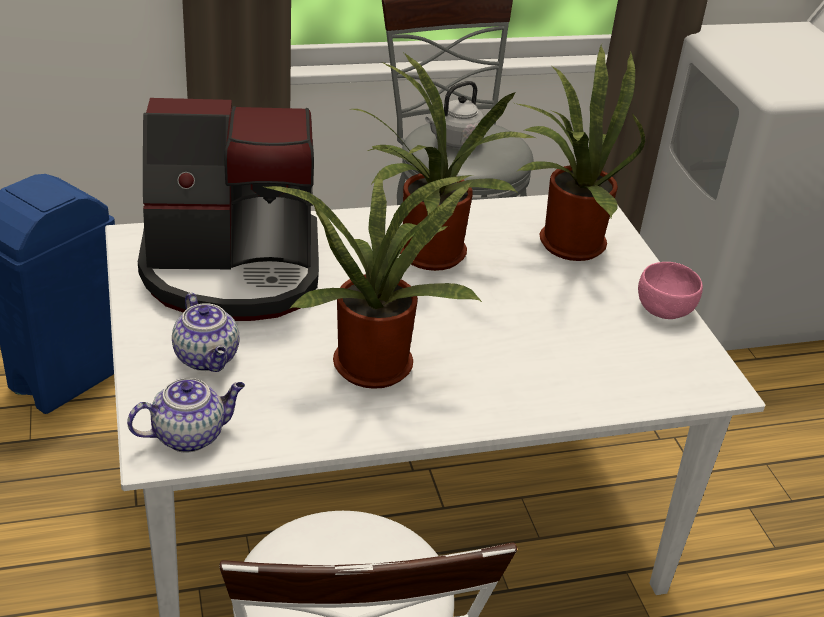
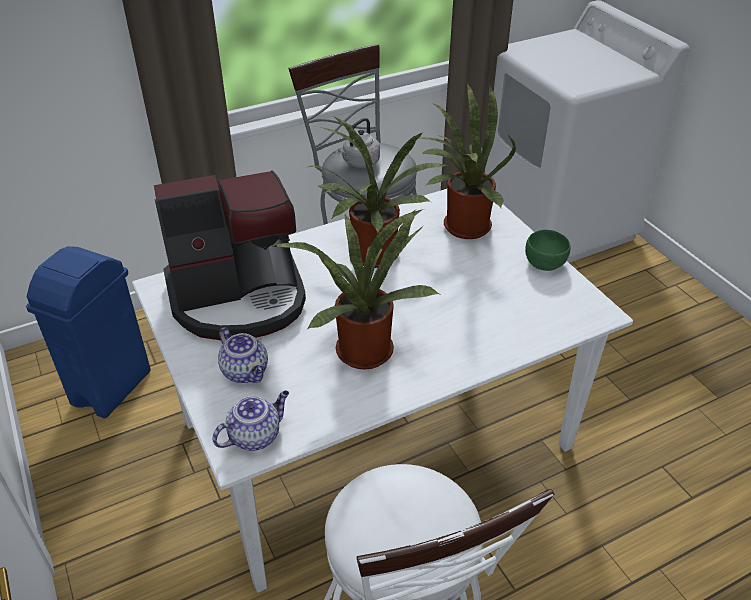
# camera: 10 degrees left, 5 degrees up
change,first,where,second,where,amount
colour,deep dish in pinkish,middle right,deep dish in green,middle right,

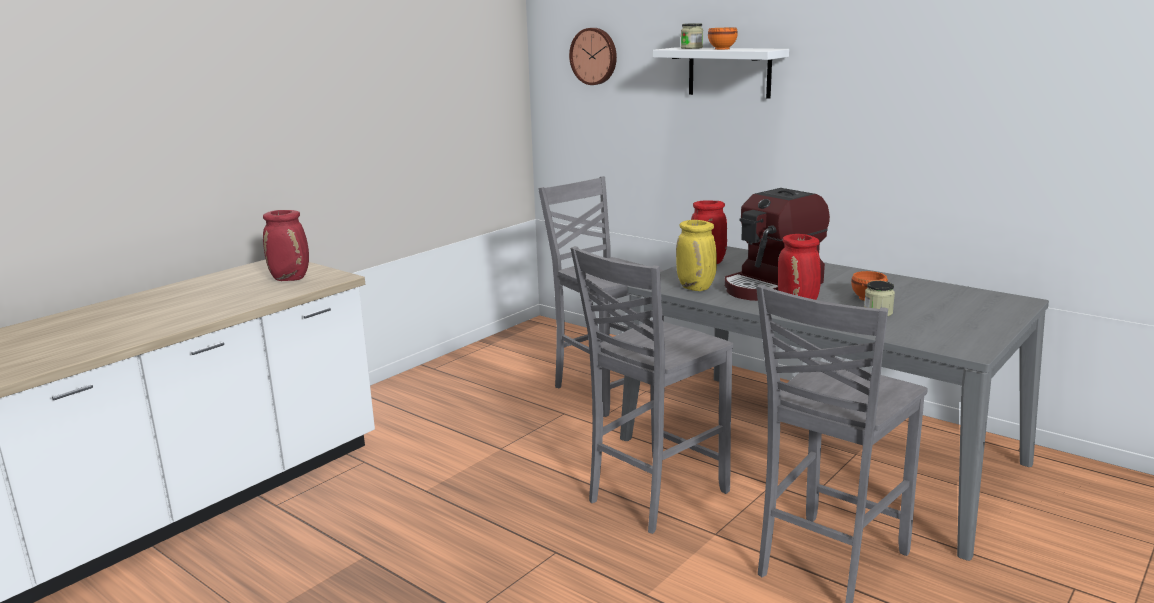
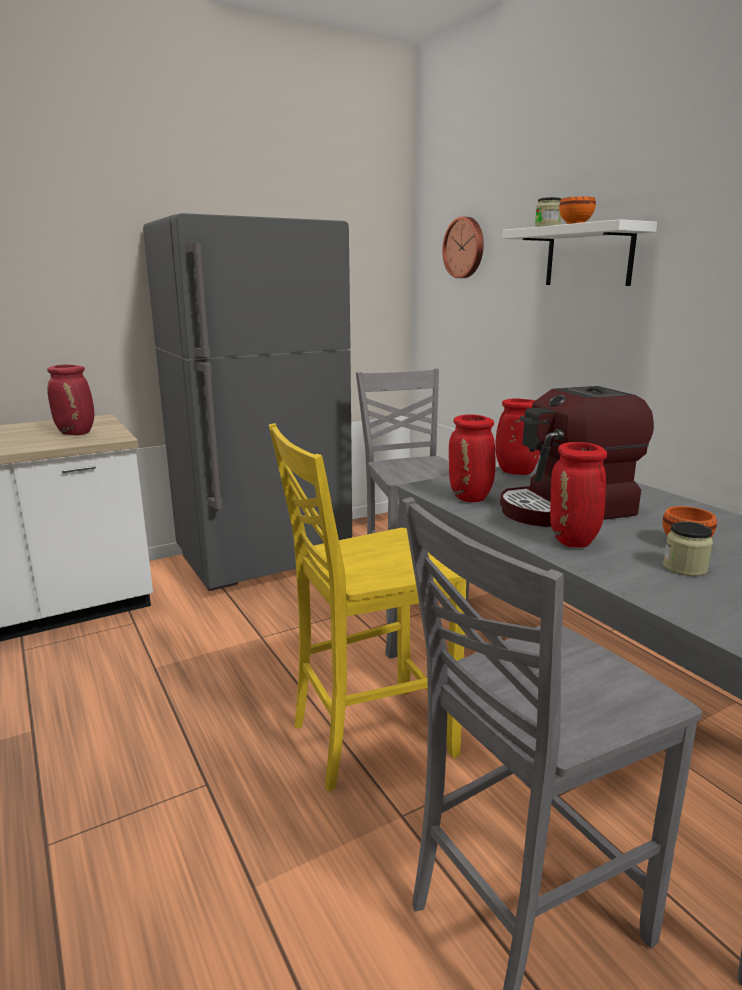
# camera: 20 degrees right, 0 degrees up
change,first,where,second,where,amount
colour,flower vase in yellow-coloured,centre,flower vase in reddish (no. 2 from left),centre,
colour,upright chair in gray (no. 2 from left),centre,upright chair in yellow-coloured,centre,
appeared,,,kitchen fridge in gray,middle left,

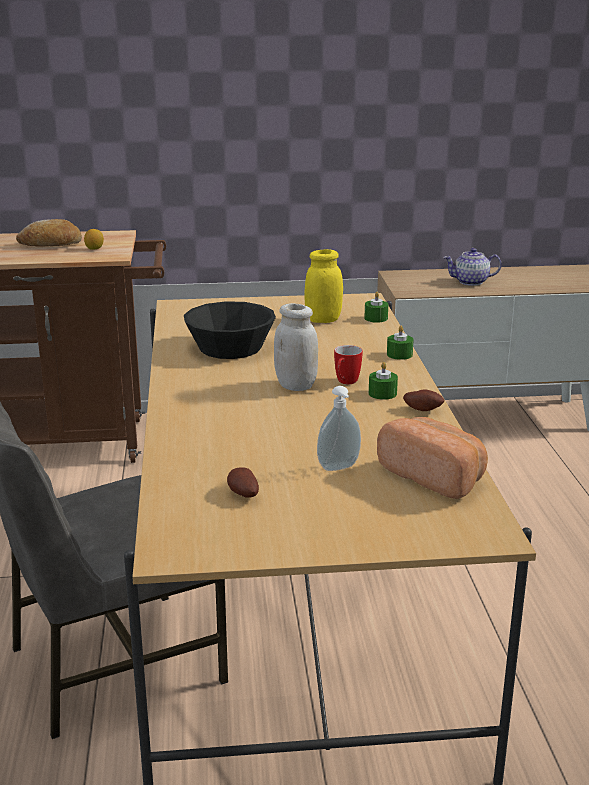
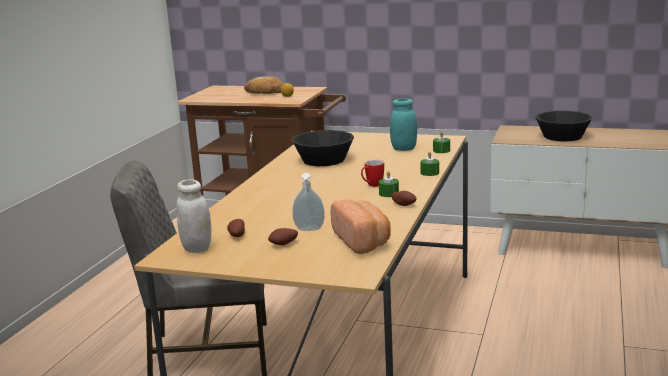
# camera: 25 degrees right, 5 degrees down
change,first,where,second,where,amount
exchanged,teapot,middle right,deep dish in black (no. 2 from left),middle right,
colour,jar in yellow-coloured,centre,jar in blue-green,top centre,
relocated,jar in white,centre,,middle left,
appeared,,,whole potato (no. 2 from left),centre,

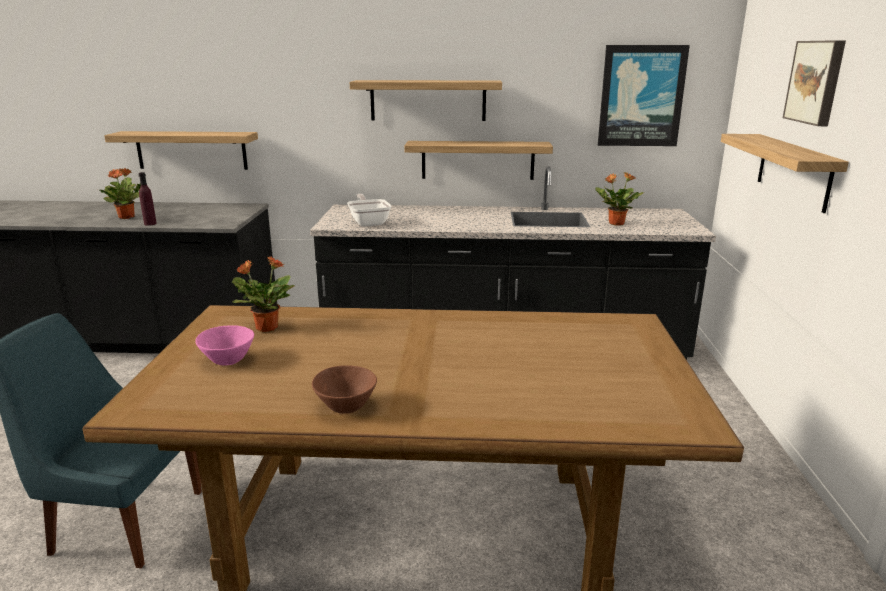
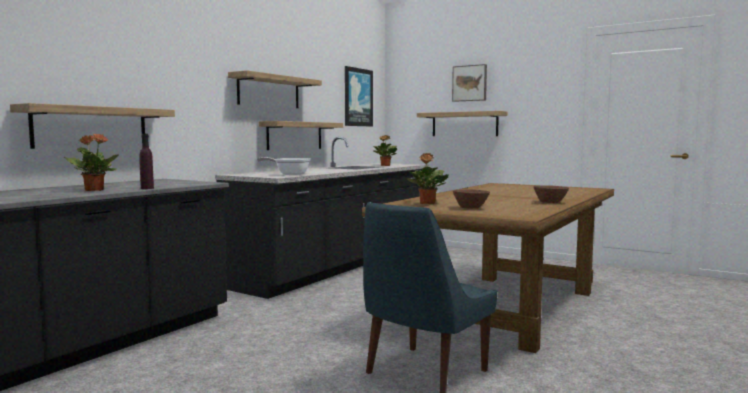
# camera: 60 degrees left, 15 degrees down
change,first,where,second,where,amount
colour,deep dish in pinkish,middle left,deep dish in brown (no. 1 from left),centre,

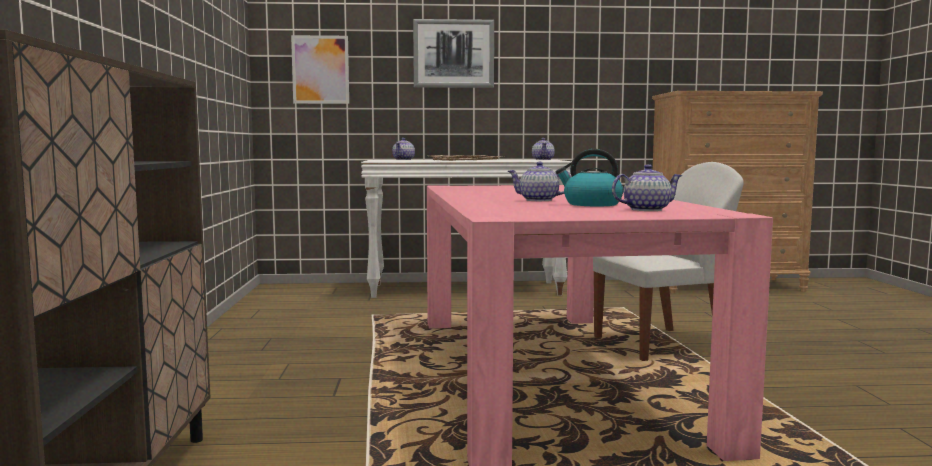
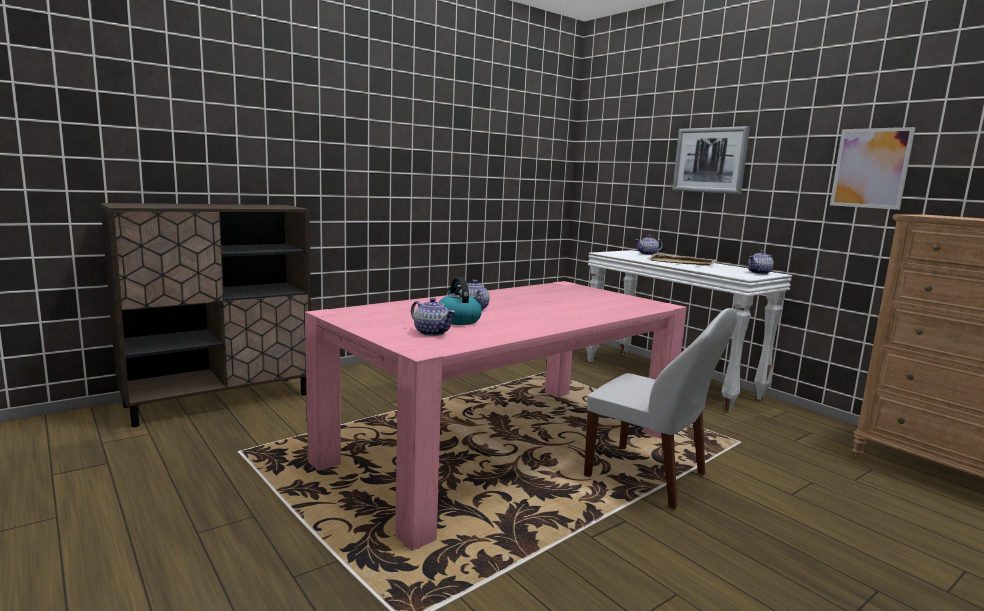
# camera: 55 degrees right, 5 degrees up
change,first,where,second,where,amount
relocated,wall art (no. 1 from left in the first image),top centre,wall art (no. 2 from left),top right,

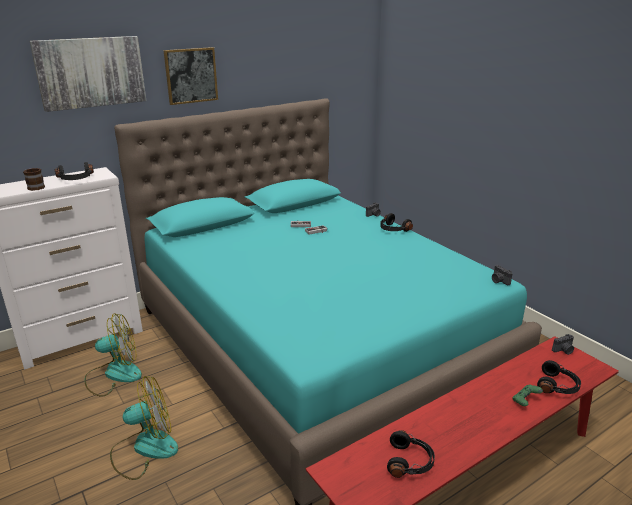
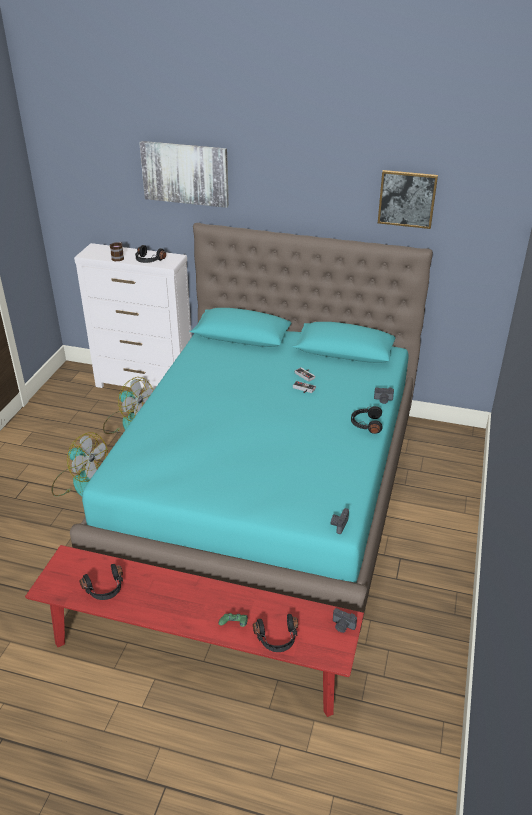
# camera: 50 degrees right, 10 degrees up
change,first,where,second,where,amount
relocated,wall art (no. 2 from left),top left,,top right,

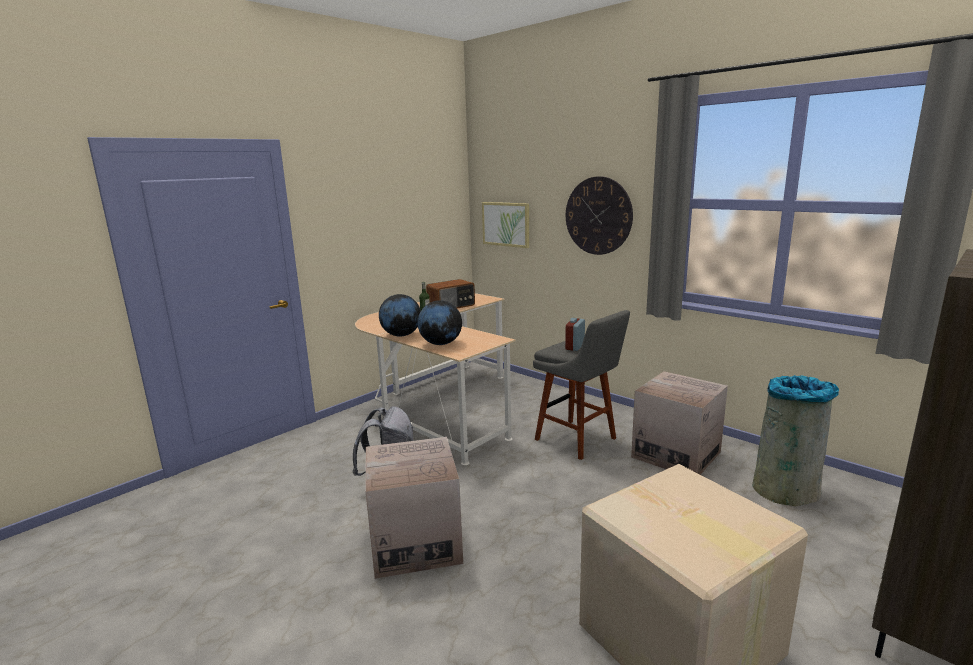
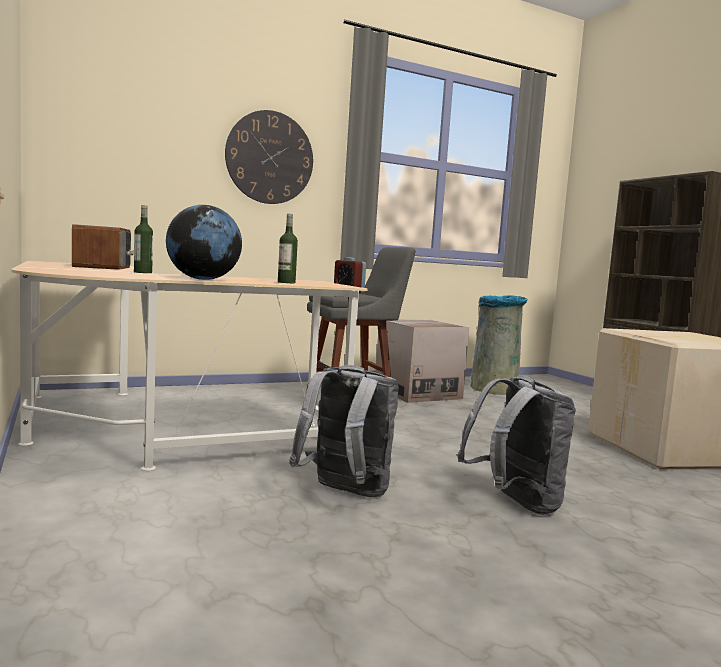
# camera: 70 degrees left, 10 degrees down
change,first,where,second,where,amount
missing,wall art,centre,,,
exchanged,world globe (no. 2 from left),centre,bottle (no. 2 from left),centre,
exchanged,cardboard box (no. 1 from left),bottom centre,knapsack in gray (no. 2 from left),bottom right,

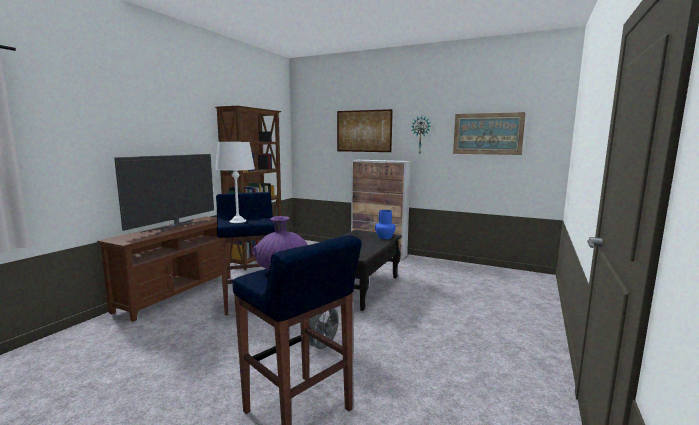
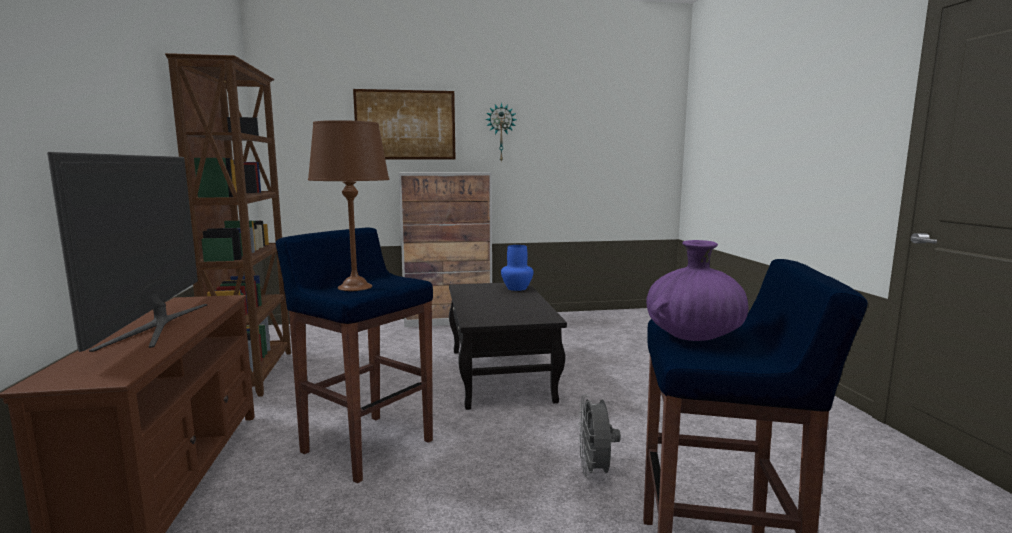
# camera: 35 degrees left, 0 degrees up
change,first,where,second,where,amount
missing,wall art (no. 2 from left),top right,,,
colour,table lamp in white,centre,table lamp in brown,centre,

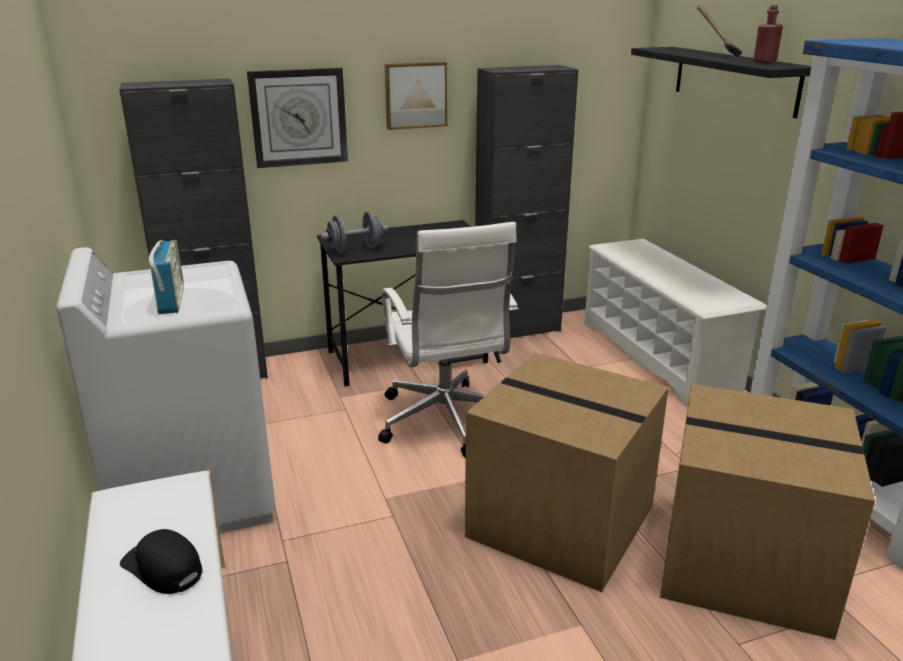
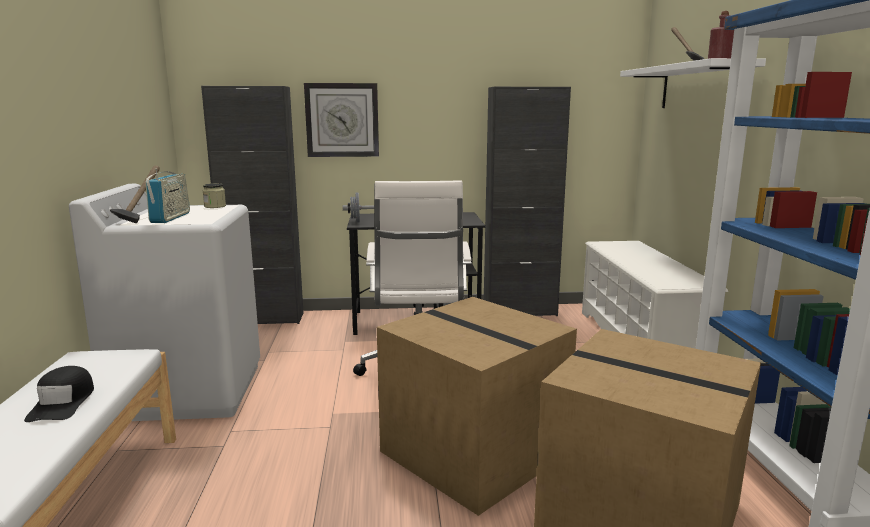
# camera: 15 degrees right, 10 degrees down
change,first,where,second,where,amount
colour,shelf in black,top right,shelf in white,top right,
missing,wall art,top centre,,,
spun,cap in black,bottom left,,bottom left,150 degrees counterclockwise
appeared,,,hand hammer (no. 1 from left),middle left,
appeared,,,jar,middle left,

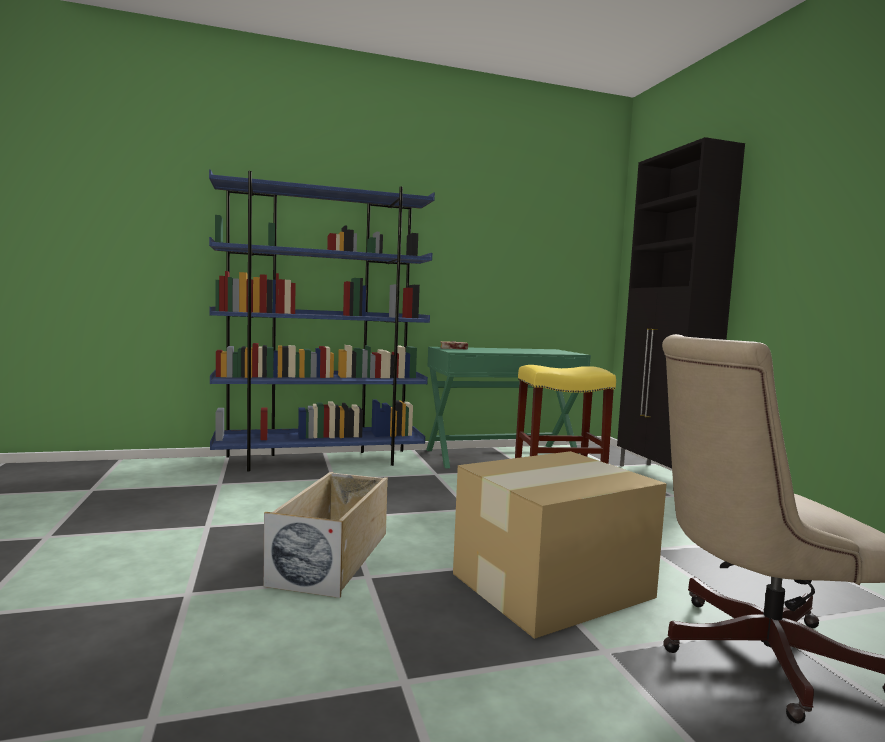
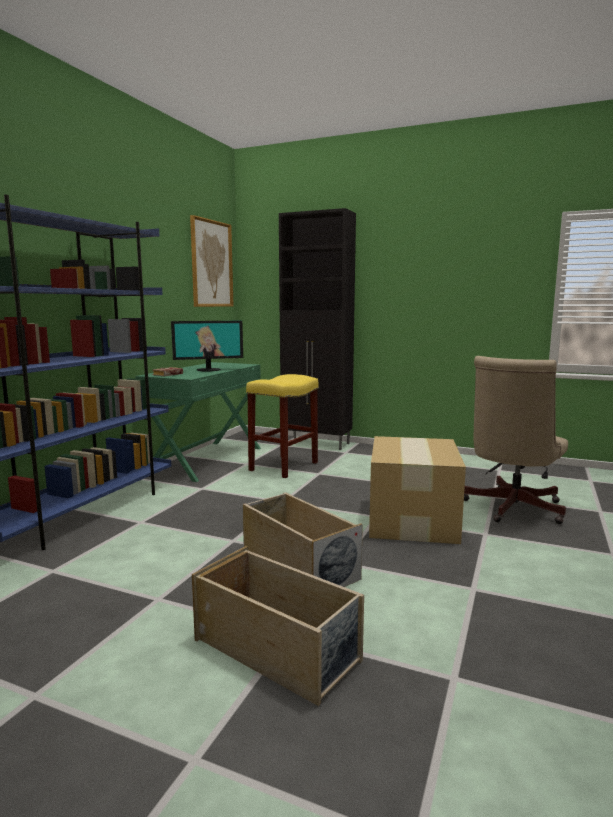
# camera: 50 degrees left, 5 degrees up
change,first,where,second,where,amount
appeared,,,wall art,top centre,
appeared,,,computer screen,centre,
appeared,,,storage box in beige (no. 1 from left),bottom centre,

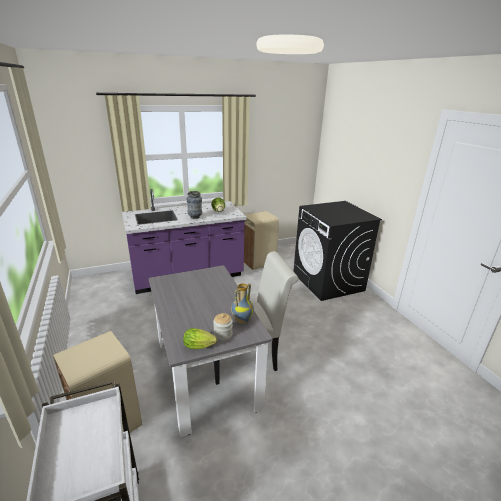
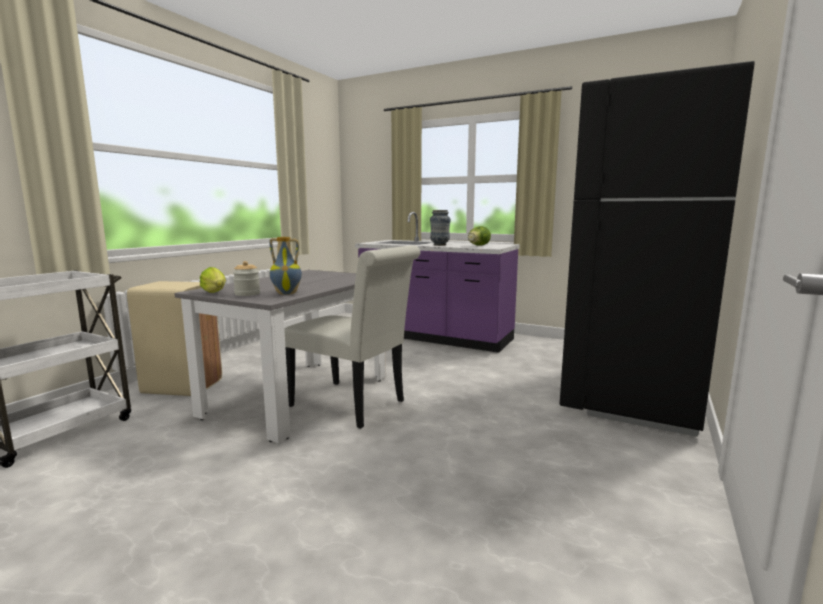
# camera: 50 degrees right, 15 degrees down
change,first,where,second,where,amount
exchanged,laundry machine in black,middle right,kitchen fridge in black,middle right,
missing,rubbish bin in beige (no. 2 from left),centre,,,

